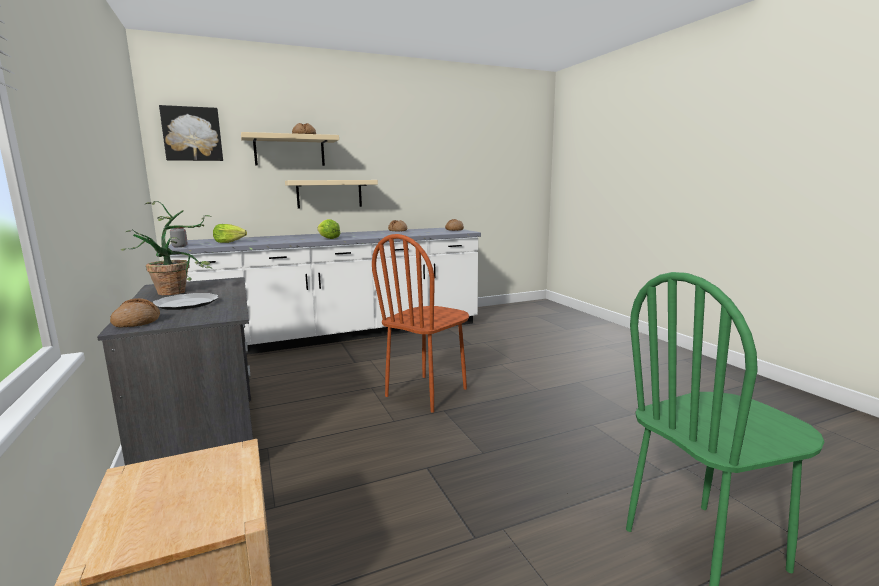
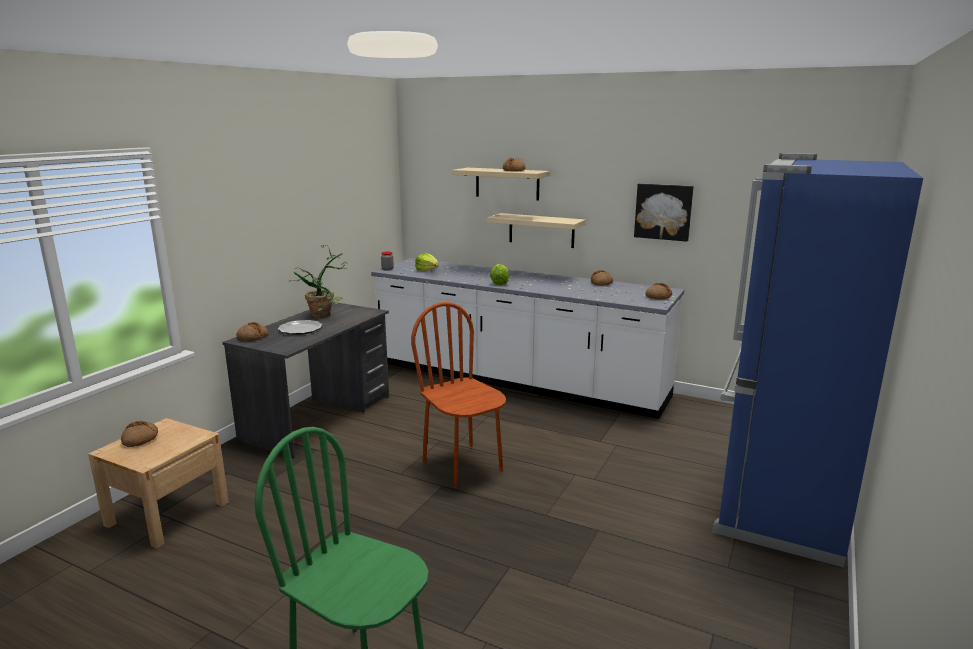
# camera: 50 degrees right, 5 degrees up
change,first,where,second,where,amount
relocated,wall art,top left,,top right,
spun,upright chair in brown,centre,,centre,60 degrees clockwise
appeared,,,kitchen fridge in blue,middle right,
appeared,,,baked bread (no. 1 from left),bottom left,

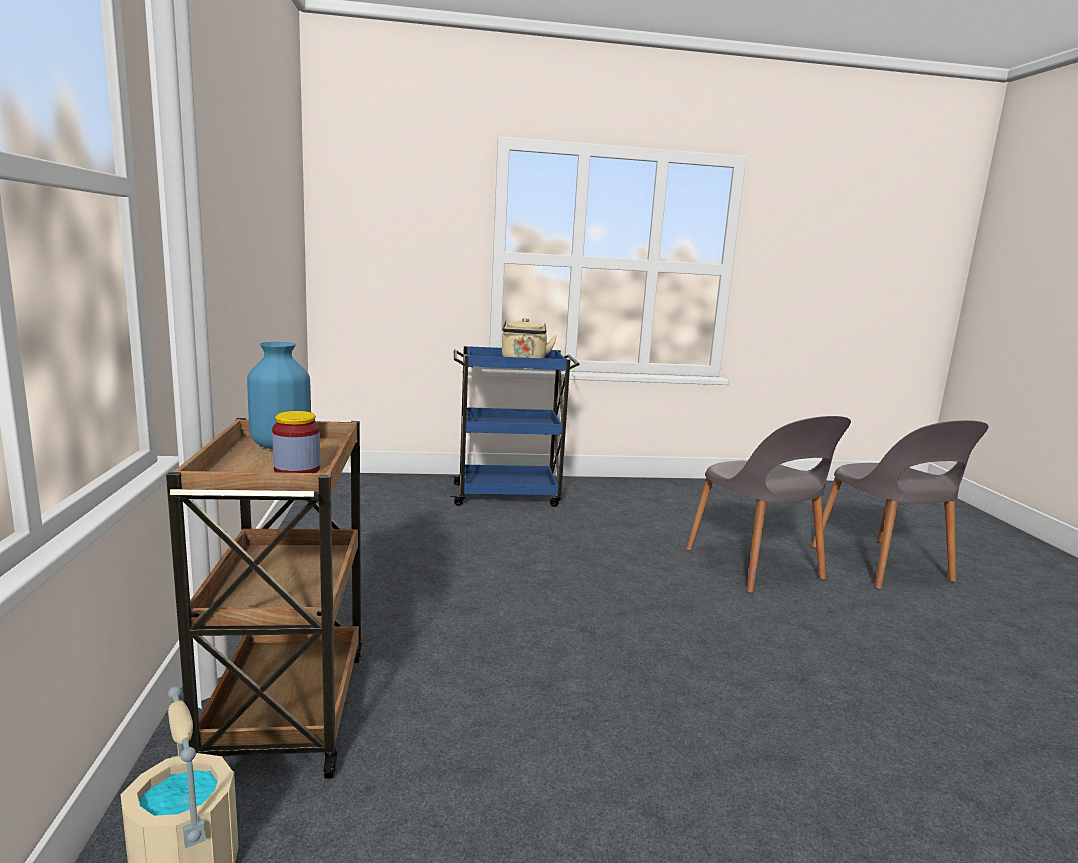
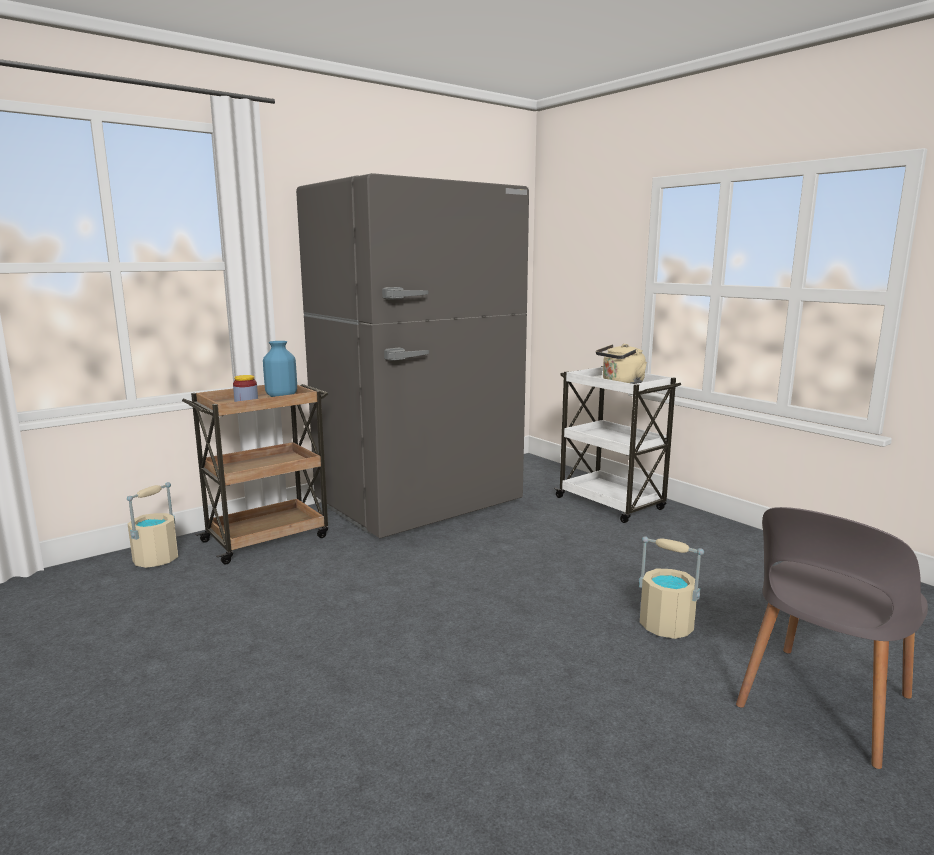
# camera: 60 degrees right, 0 degrees up
change,first,where,second,where,amount
colour,trolley in blue,centre,trolley in white,centre,
exchanged,upright chair in gray (no. 1 from left),middle right,water bucket in beige (no. 2 from left),bottom right,
appeared,,,kitchen fridge in gray,centre,

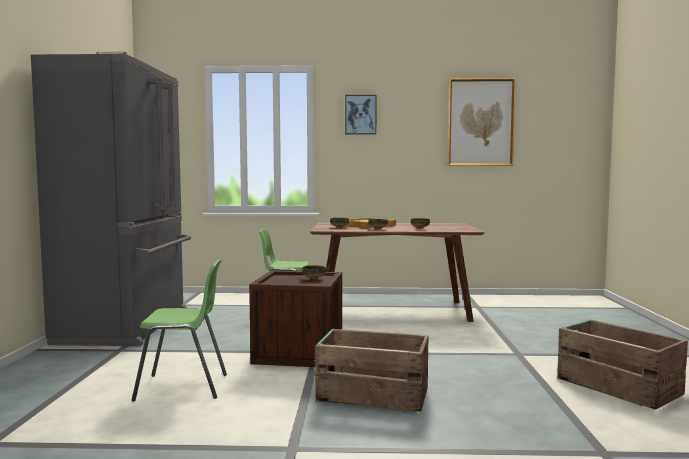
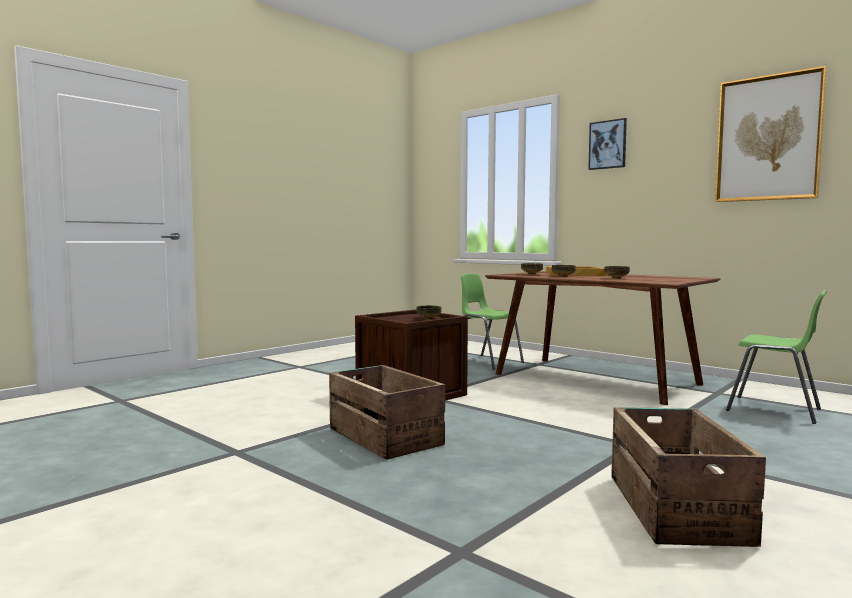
# camera: 40 degrees right, 0 degrees up
change,first,where,second,where,amount
missing,kitchen fridge in gray,middle left,,,
relocated,upright chair in green (no. 1 from left in the first image),bottom left,upright chair in green (no. 2 from left),middle right,

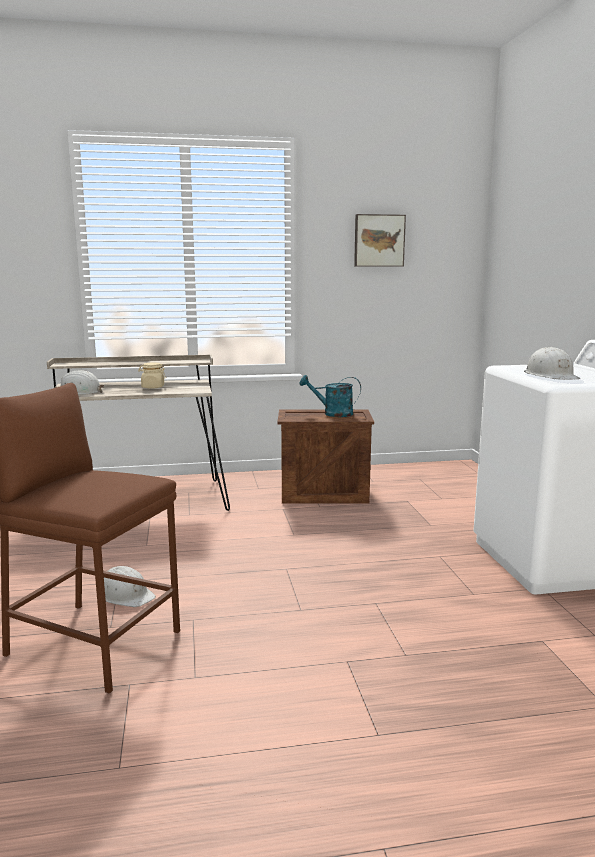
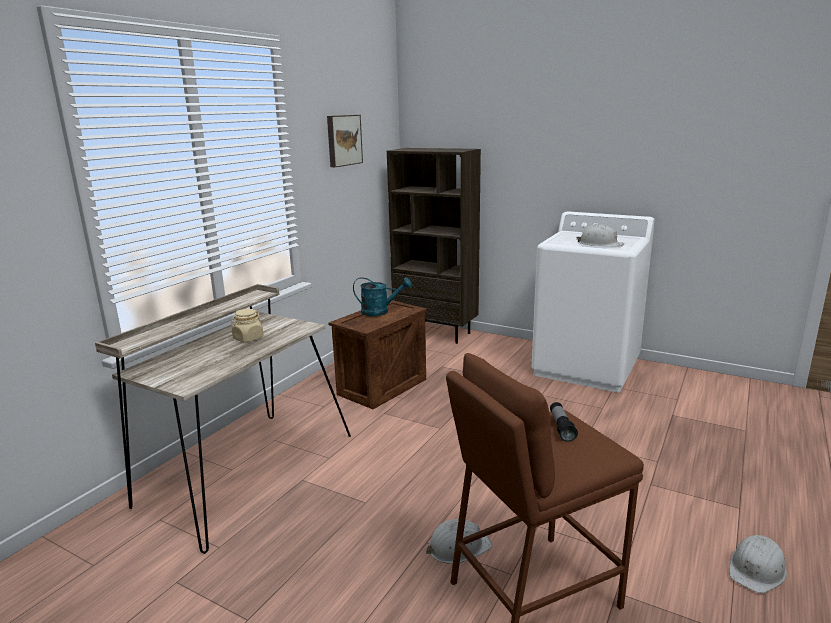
# camera: 50 degrees left, 5 degrees up
change,first,where,second,where,amount
relocated,work helmet in white (no. 1 from left in the first image),middle left,work helmet in white (no. 3 from left),bottom right,
spun,watering pot in blue-green,centre,,centre,135 degrees counterclockwise
appeared,,,bookcase in brown,centre,
appeared,,,torch,bottom right,

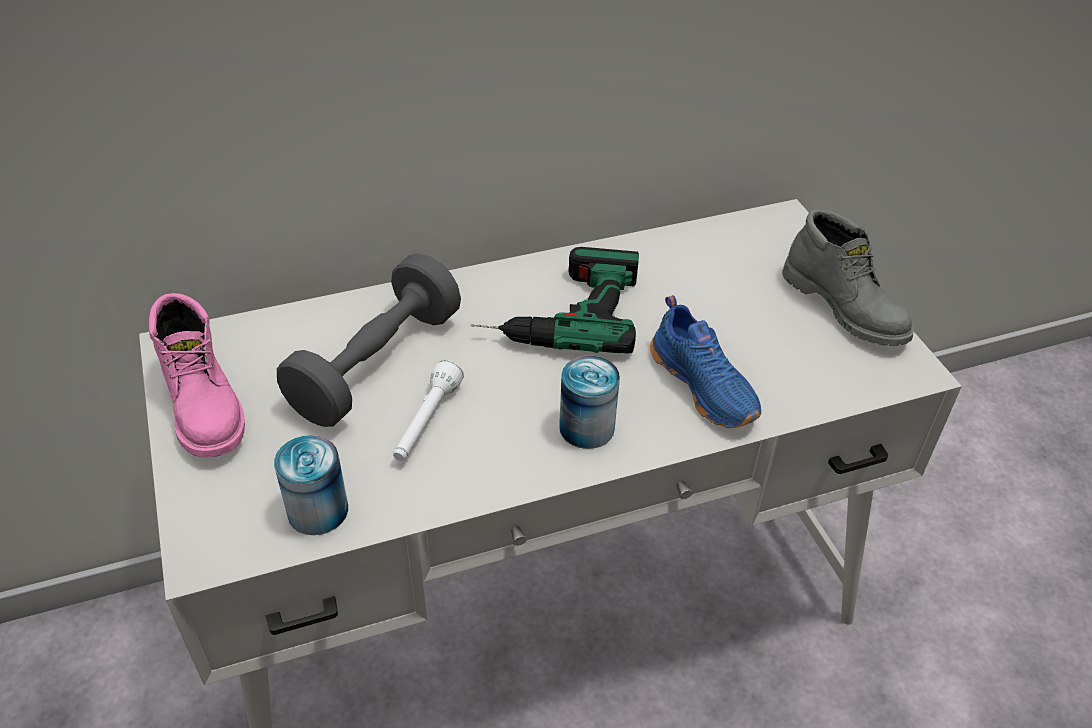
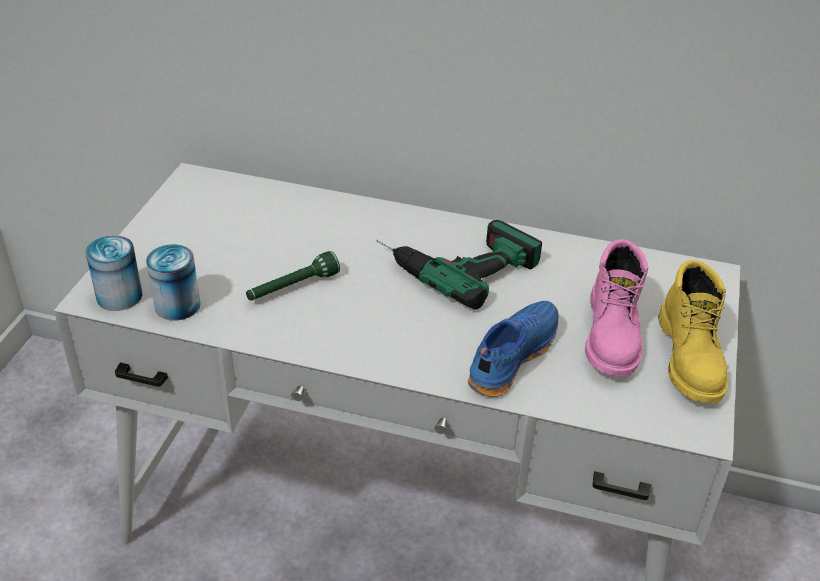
# camera: 35 degrees right, 5 degrees down
change,first,where,second,where,amount
colour,tall boot in gray,middle right,tall boot in yellow-coloured,middle right,
missing,dumbbell in gray,centre,,,
relocated,tall boot in pinkish,middle left,,middle right,
spun,low shoe in blue,centre,,centre,150 degrees counterclockwise
relocated,sealed can (no. 2 from left in the first image),centre,sealed can (no. 1 from left),middle left,
colour,torch in white,centre,torch in green,centre,

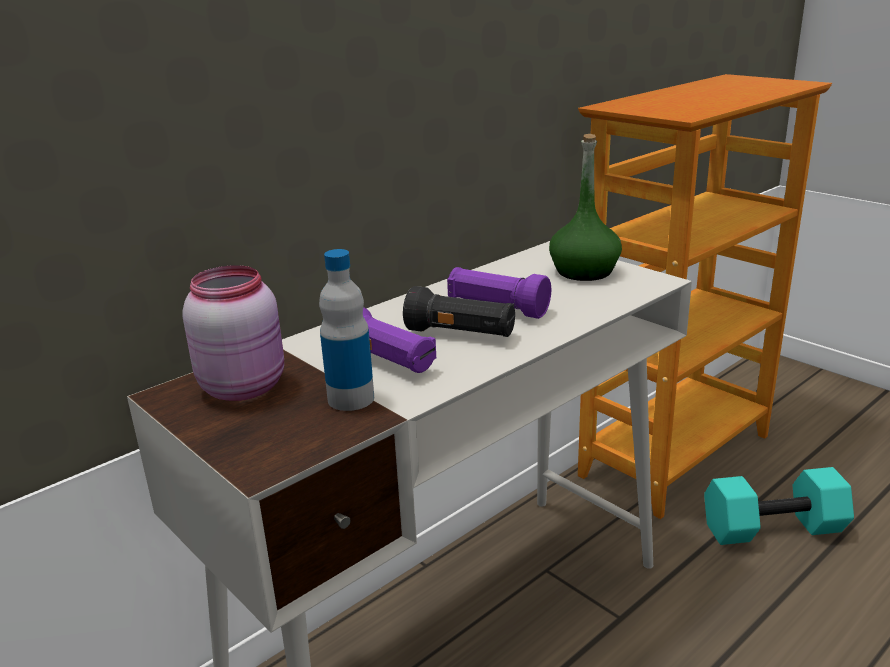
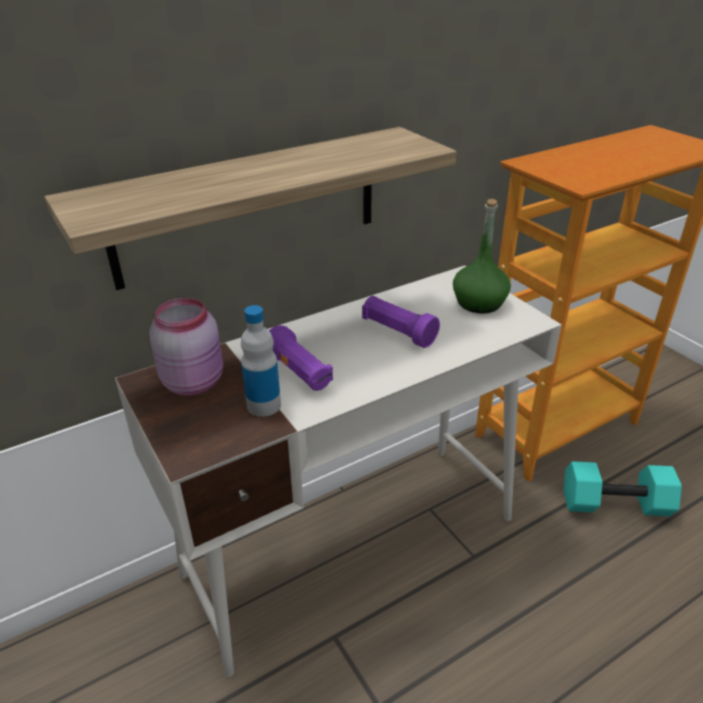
# camera: 10 degrees right, 10 degrees up
change,first,where,second,where,amount
missing,torch in black,centre,,,
appeared,,,shelf,top centre,

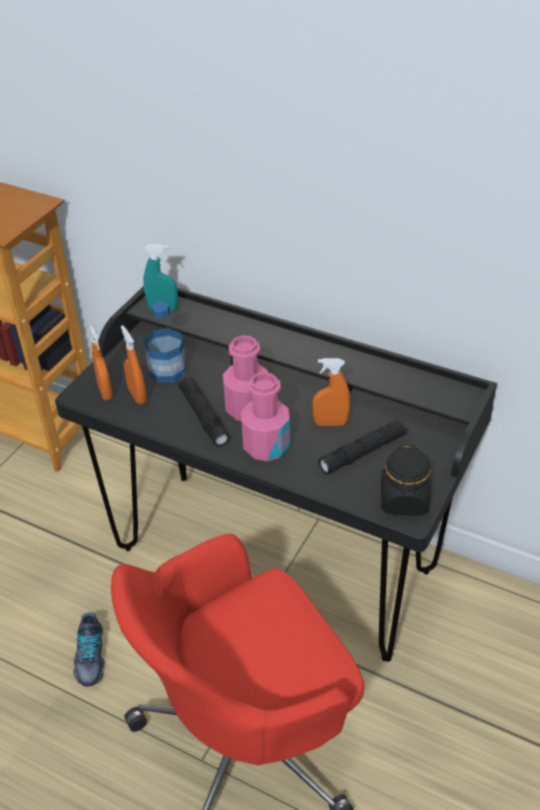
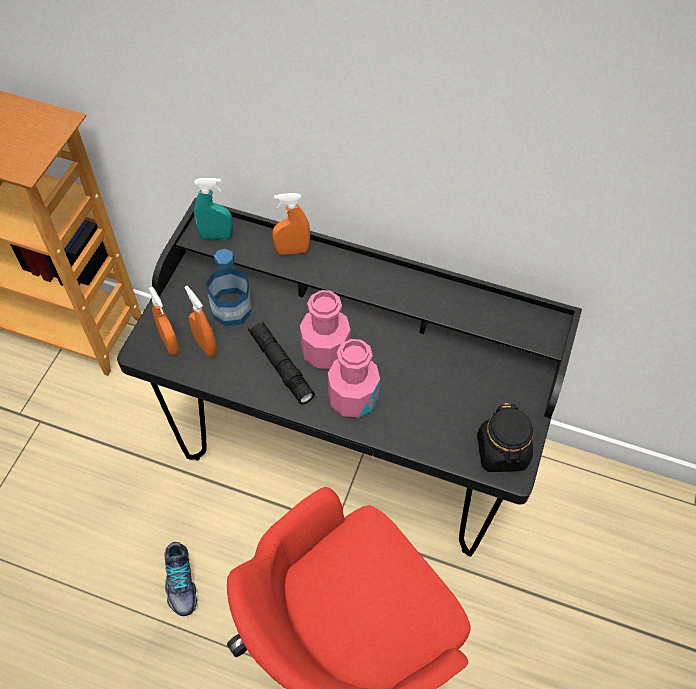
# camera: 10 degrees left, 15 degrees up
change,first,where,second,where,amount
relocated,hand sprayer in orangey (no. 3 from left),centre,,top centre,
missing,torch in black (no. 2 from left),middle right,,,

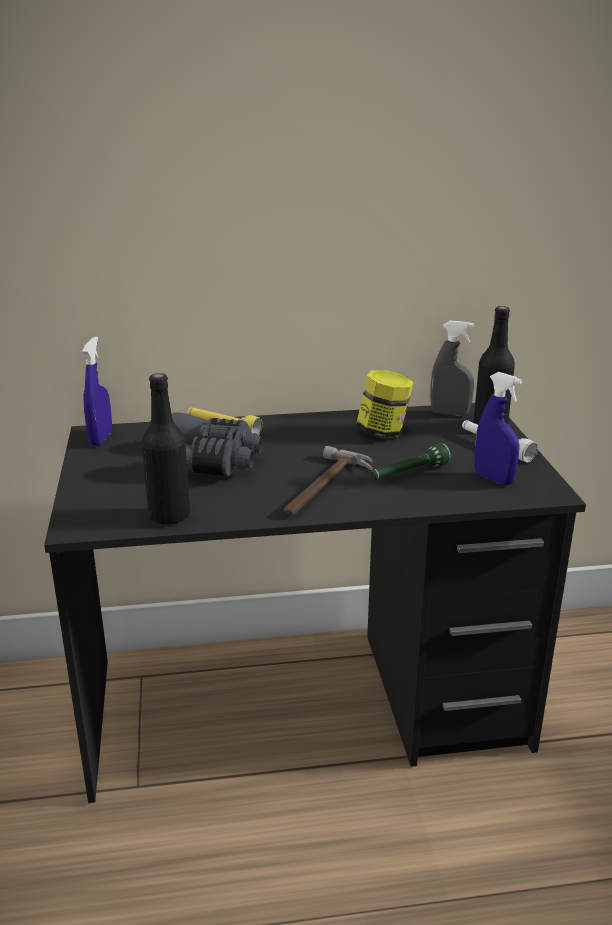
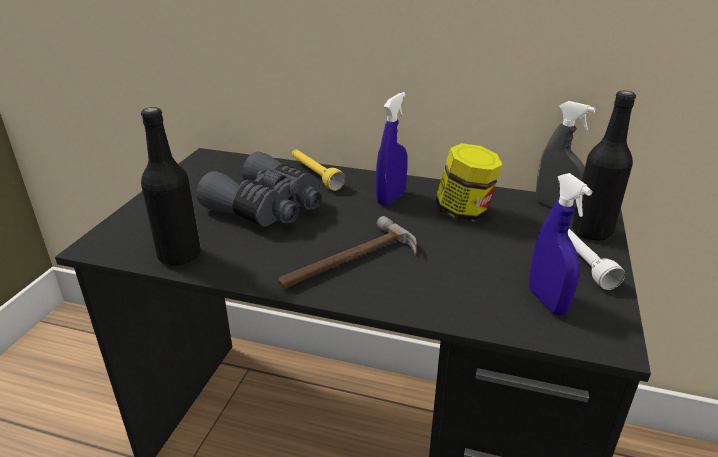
# camera: 25 degrees right, 5 degrees up
change,first,where,second,where,amount
relocated,hand sprayer in blue (no. 1 from left),middle left,,top centre,
missing,torch in green,middle right,,,

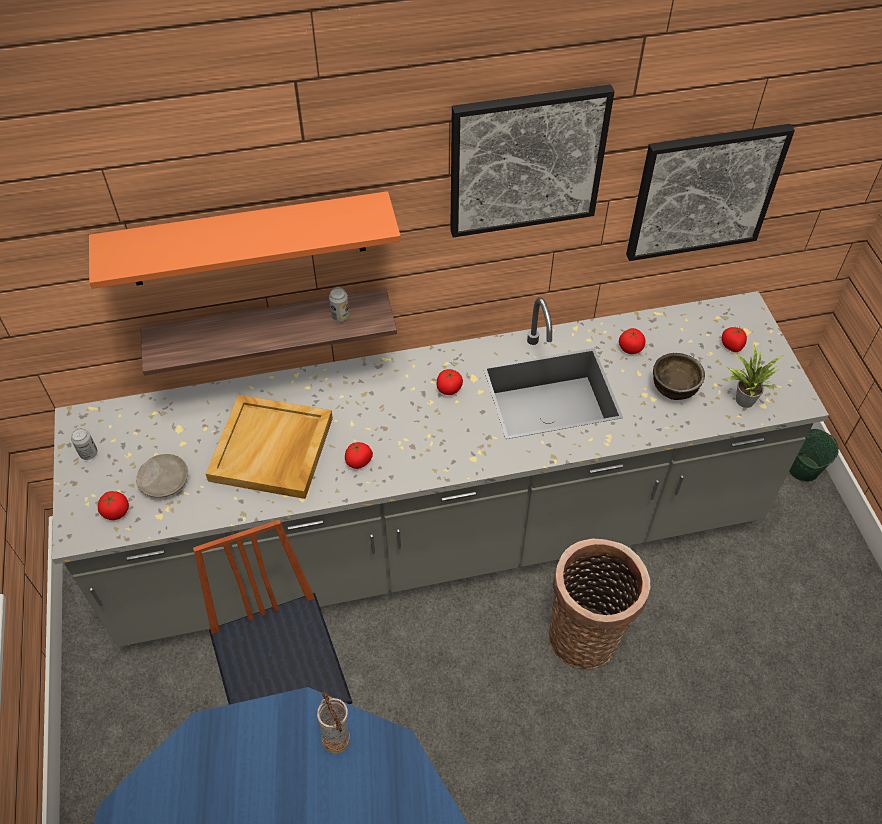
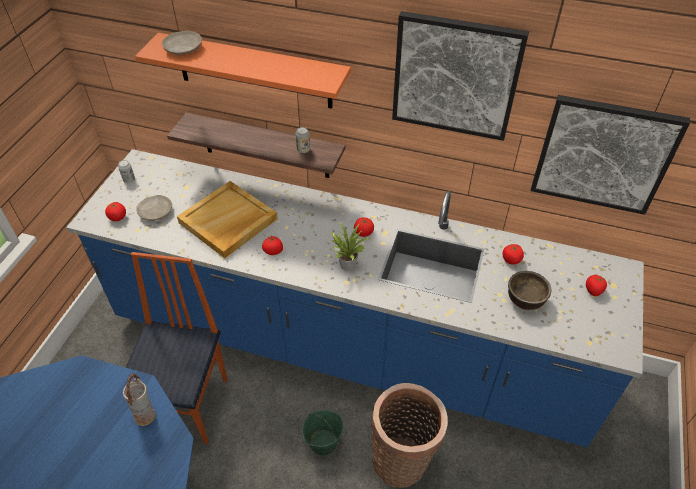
# camera: 30 degrees right, 5 degrees down
change,first,where,second,where,amount
colour,kitchen counter in gray,centre,kitchen counter in blue,centre,
relocated,potted plant,middle right,,centre,
relocated,water bucket in green,middle right,,bottom centre,
appeared,,,plate in beige (no. 2 from left),top left,

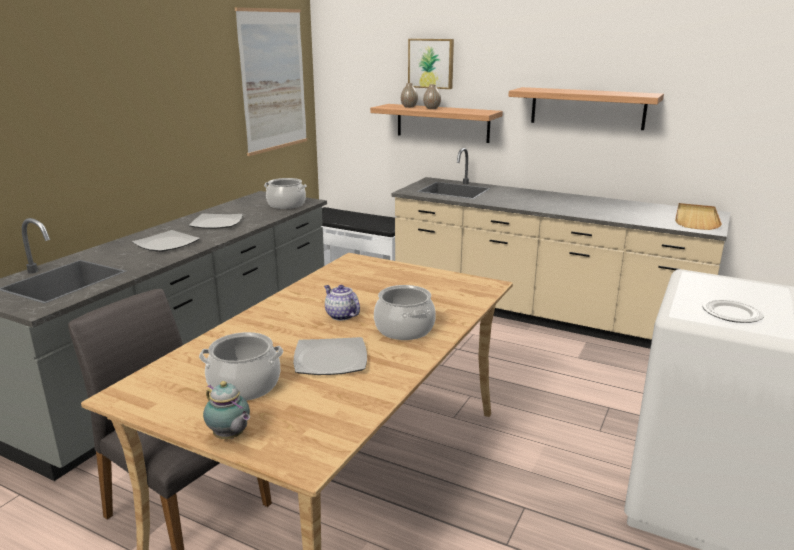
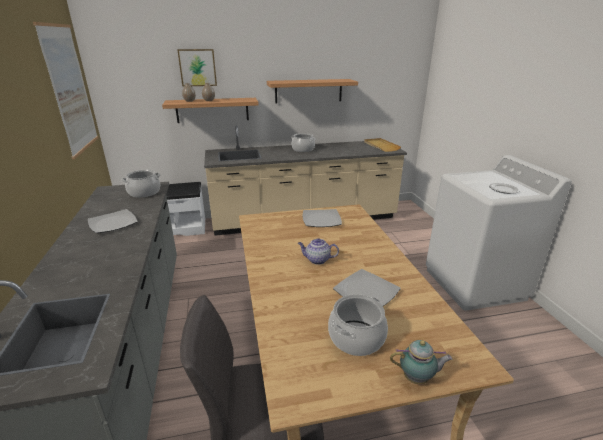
# camera: 40 degrees left, 5 degrees up
change,first,where,second,where,amount
relocated,plate (no. 1 from left in the first image),middle left,plate (no. 2 from left),centre,
relocated,stockpot (no. 3 from left in the first image),centre,stockpot (no. 2 from left),top centre,

